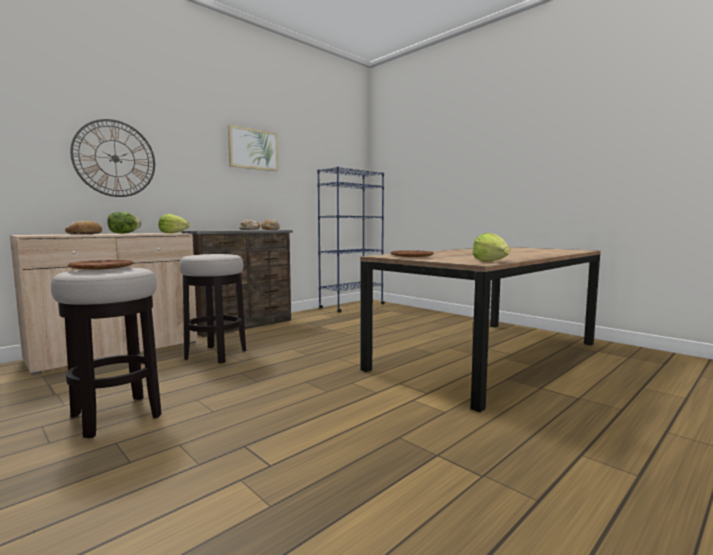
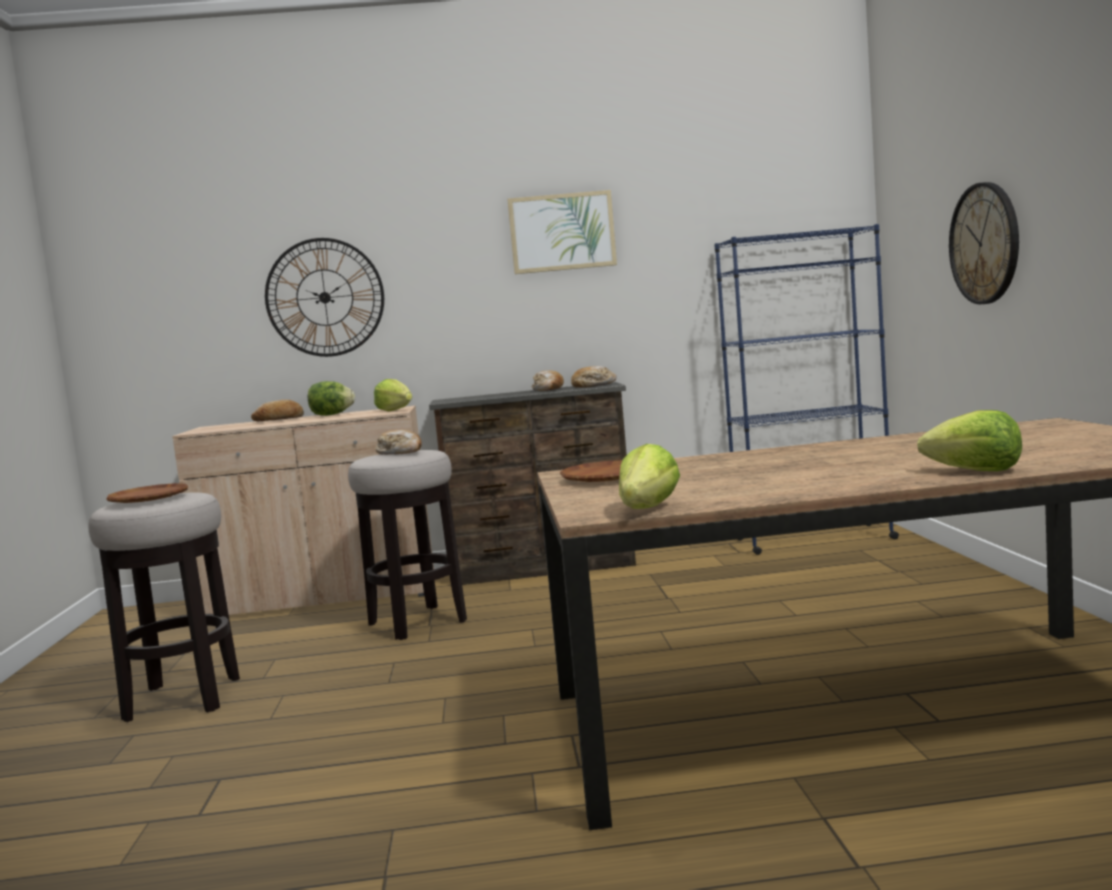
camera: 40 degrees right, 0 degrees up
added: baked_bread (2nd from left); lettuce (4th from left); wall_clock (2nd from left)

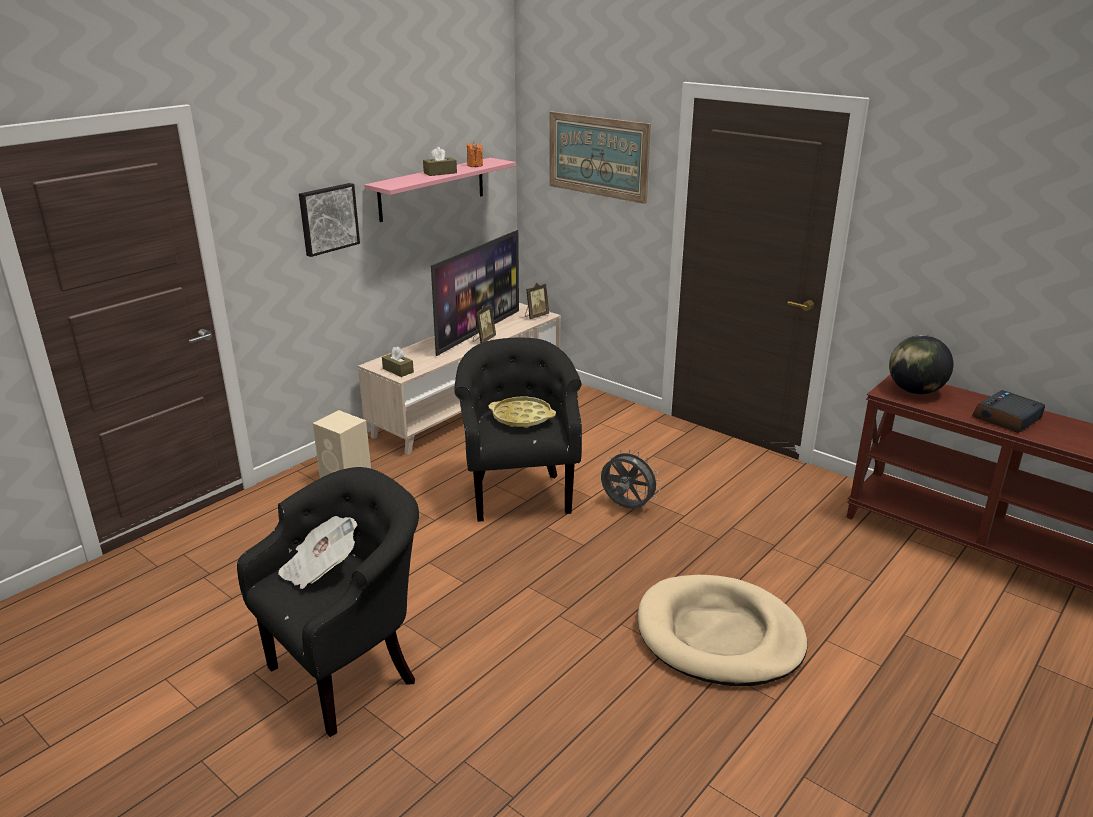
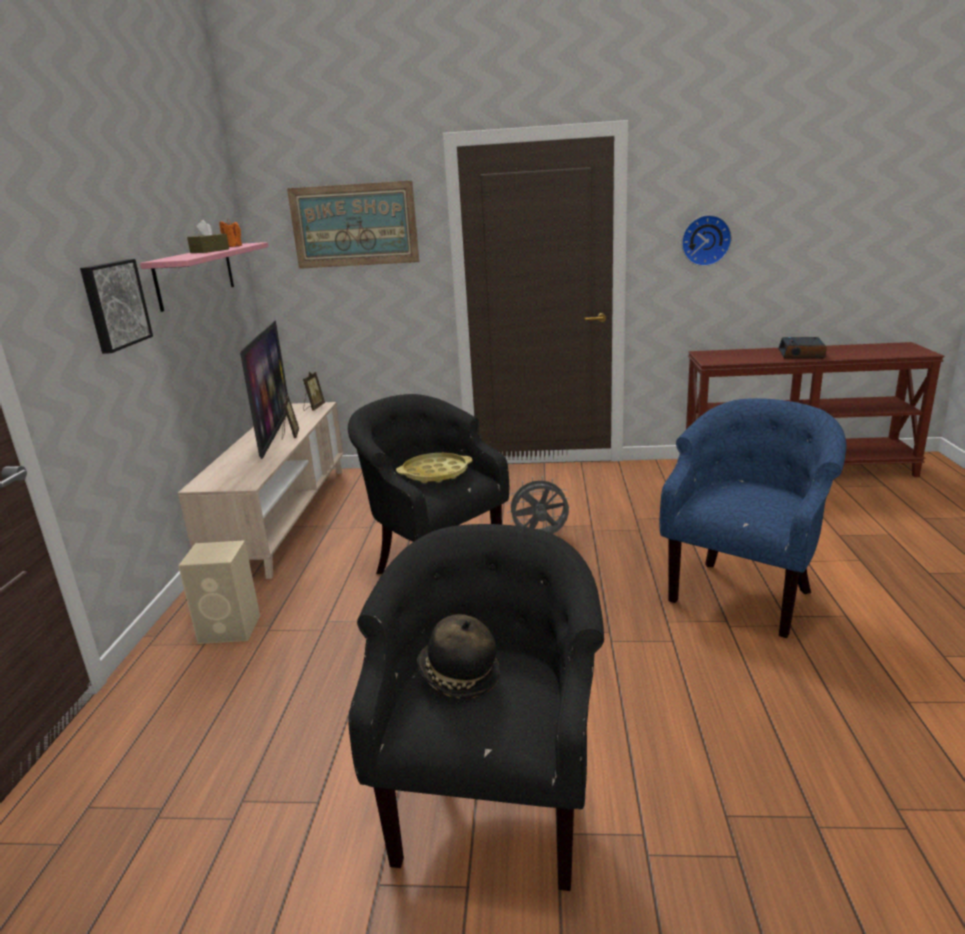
camera: 35 degrees left, 5 degrees down
removed: brown_box_of_tissues (1st from left); world_globe
added: wall_clock
replaced: printed_paper to clothing_hat; sand-coloured_pet_bed to blue_armchair

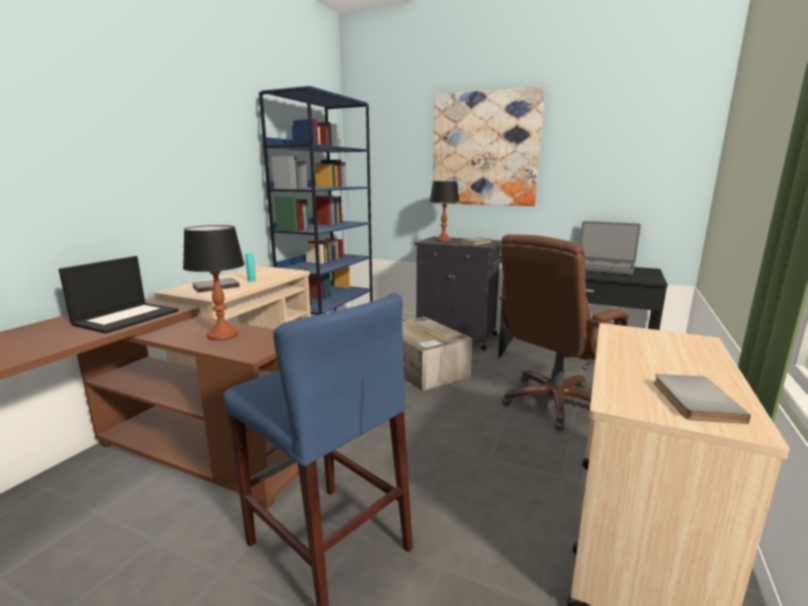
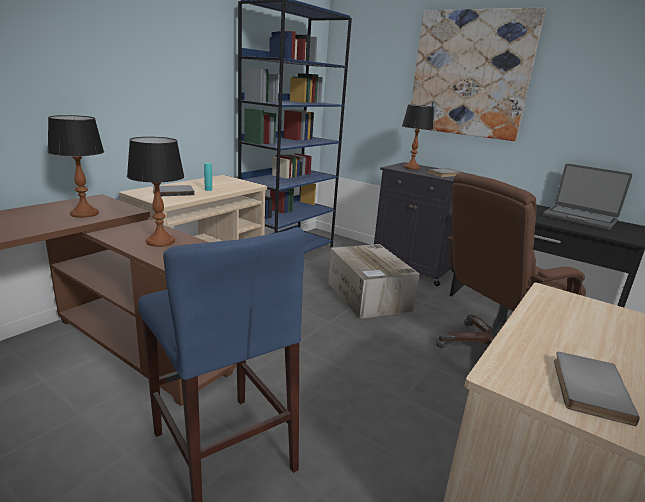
camera: 10 degrees right, 5 degrees up
replaced: notebook_computer (1st from left) to lamp_for_a_table (1st from left)

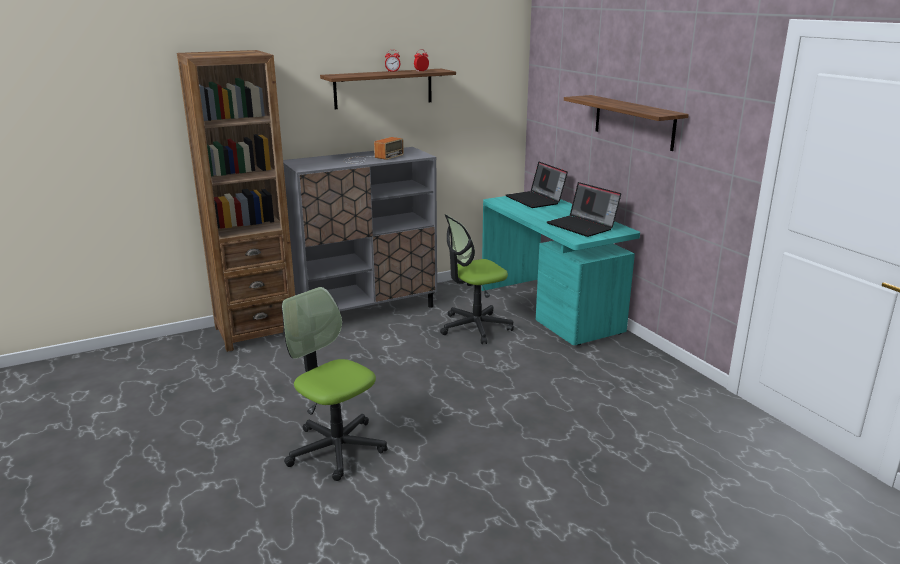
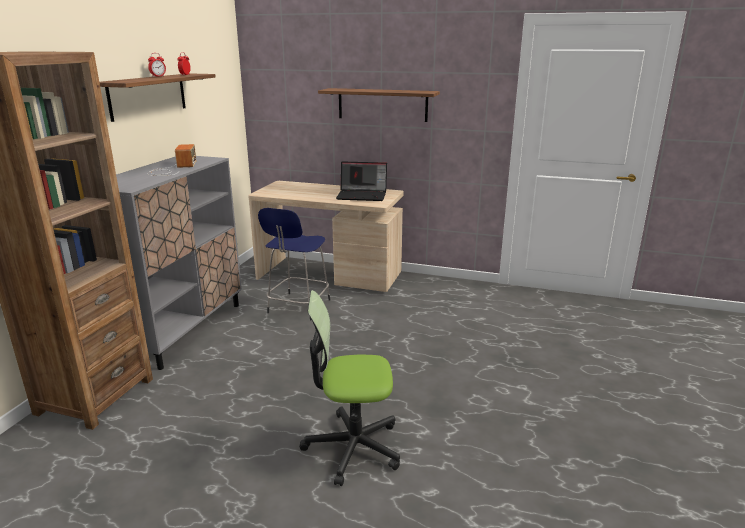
camera: 45 degrees left, 0 degrees up
removed: notebook_computer (1st from left)
replaced: computer_chair (2nd from left) to blue_stool
recoloured: turquoise-coloured_desk to sand-coloured_desk

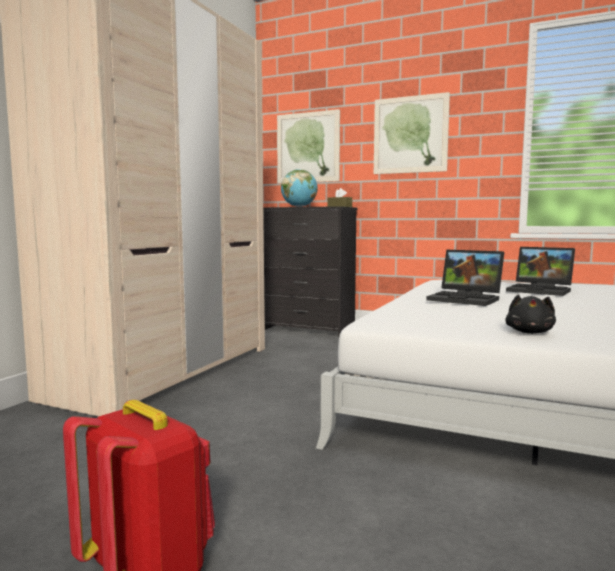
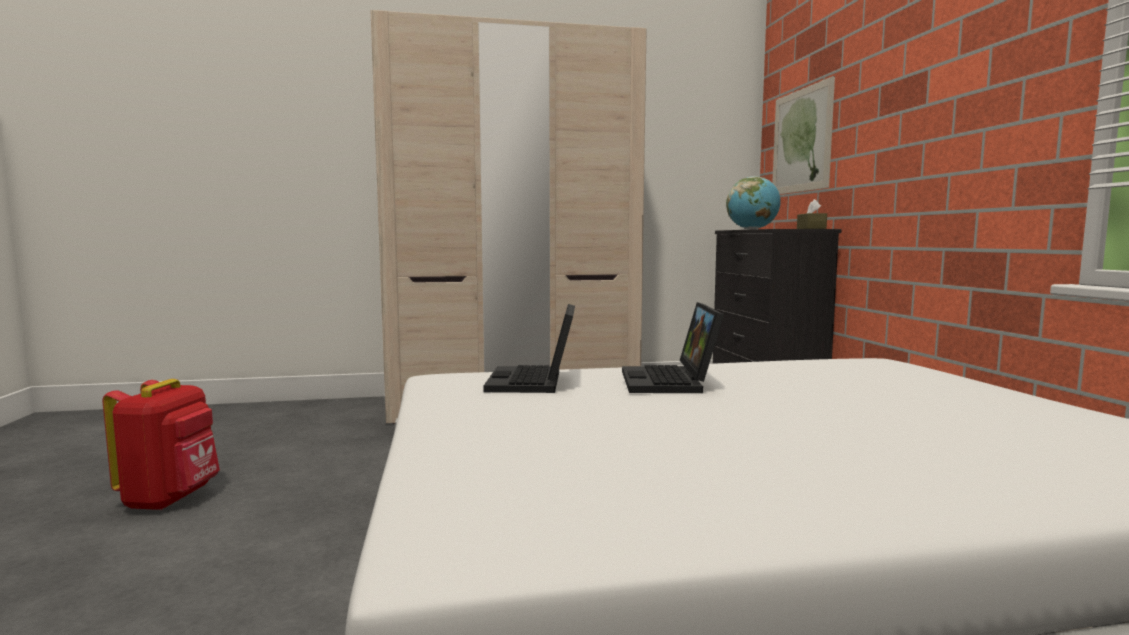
camera: 55 degrees right, 0 degrees up
removed: picture (2nd from left); black_cuddly_toy
moved: notebook_computer (2nd from left in the first image) to notebook_computer (1st from left)

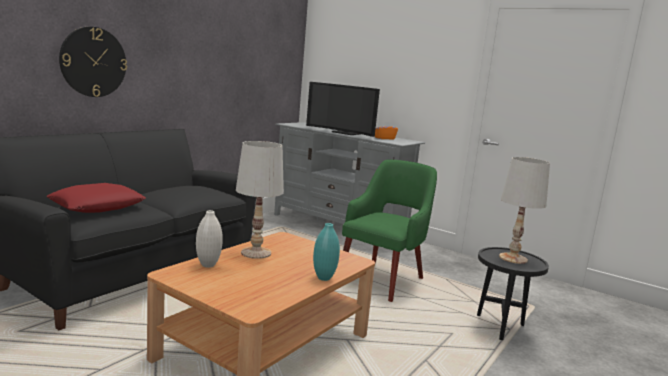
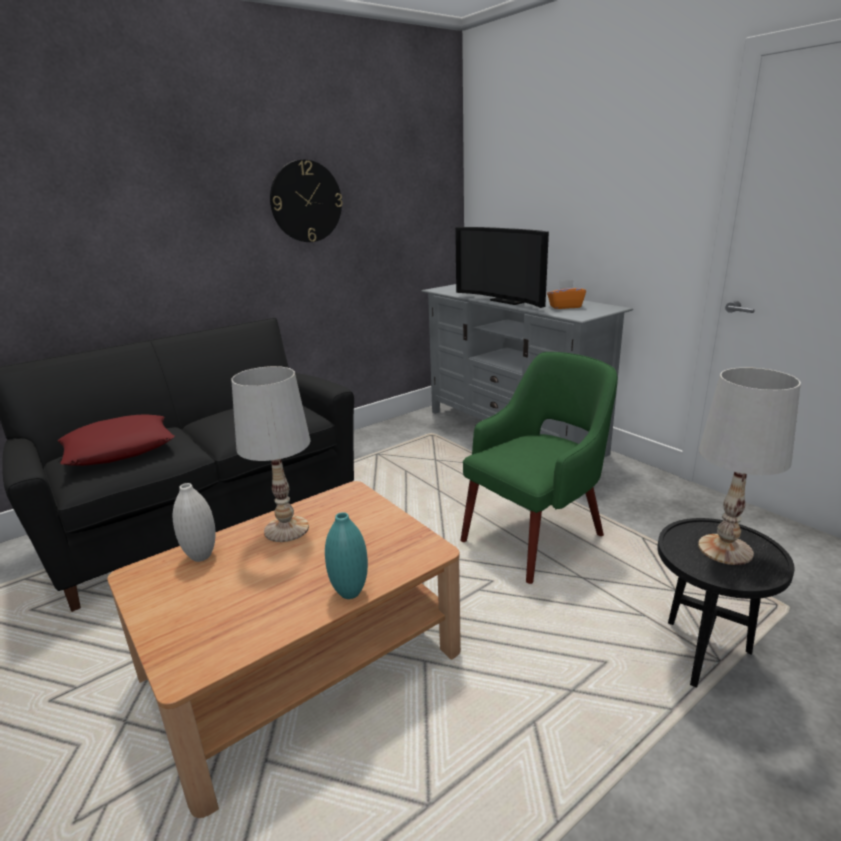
camera: 20 degrees right, 10 degrees up
moved: wall_clock

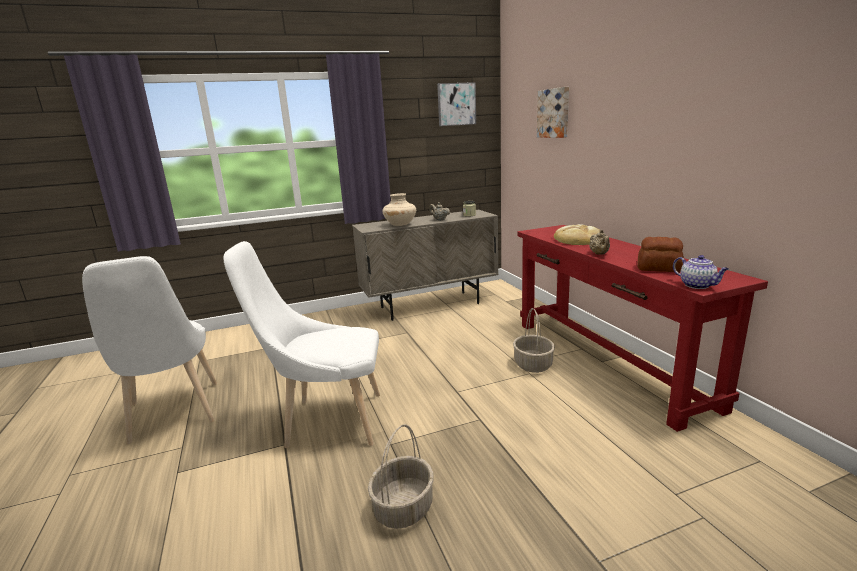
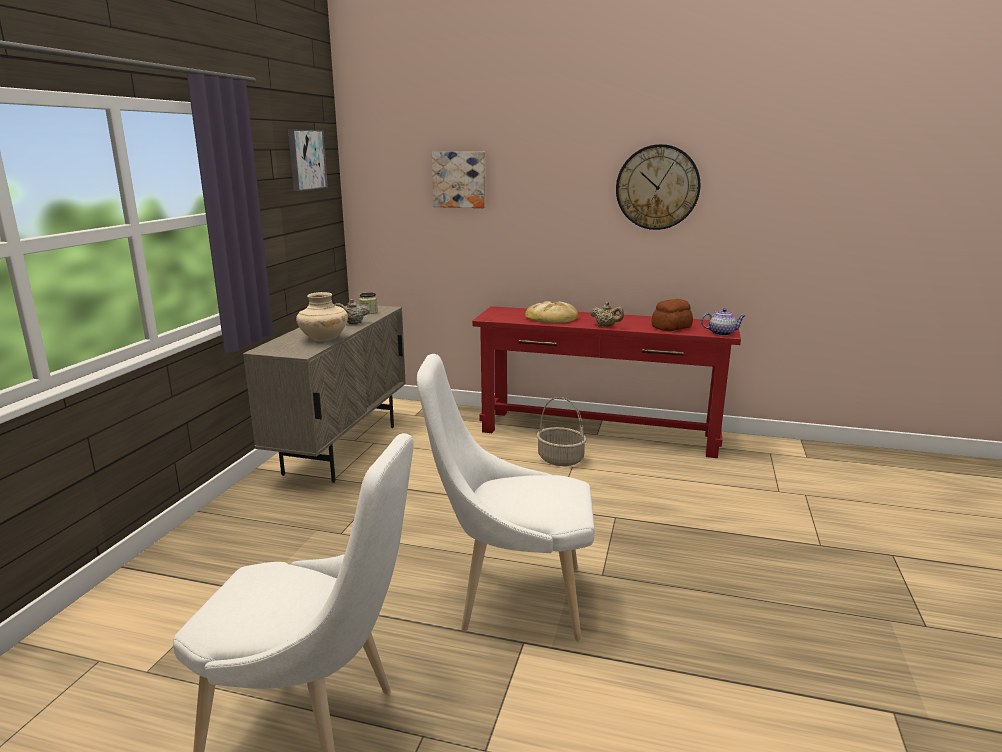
camera: 55 degrees left, 0 degrees up
removed: household_basket (1st from left)
added: wall_clock
turned: white-coloured_upright_chair (2nd from left) 60 degrees clockwise

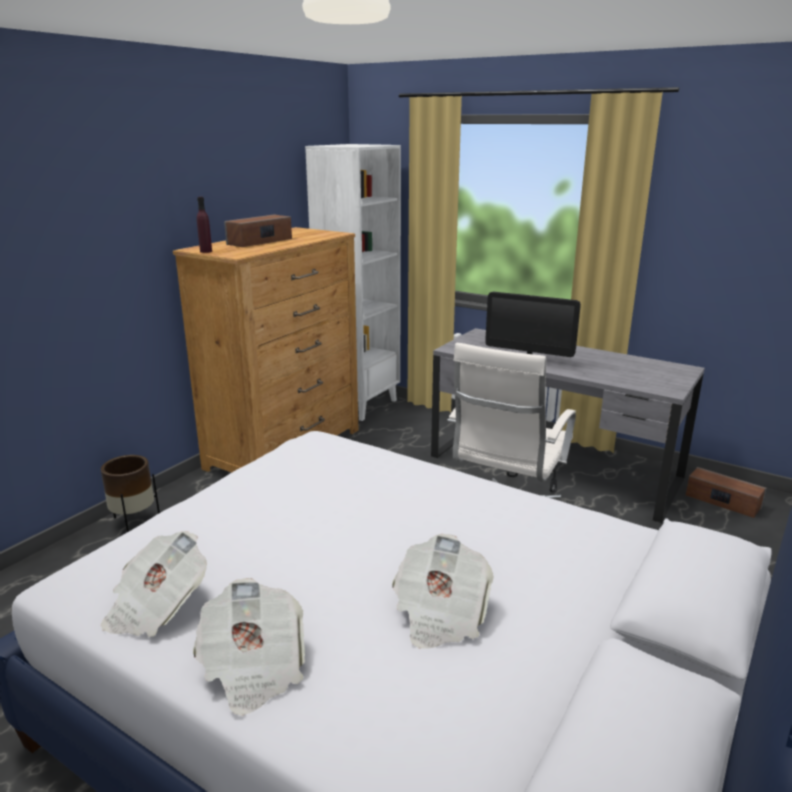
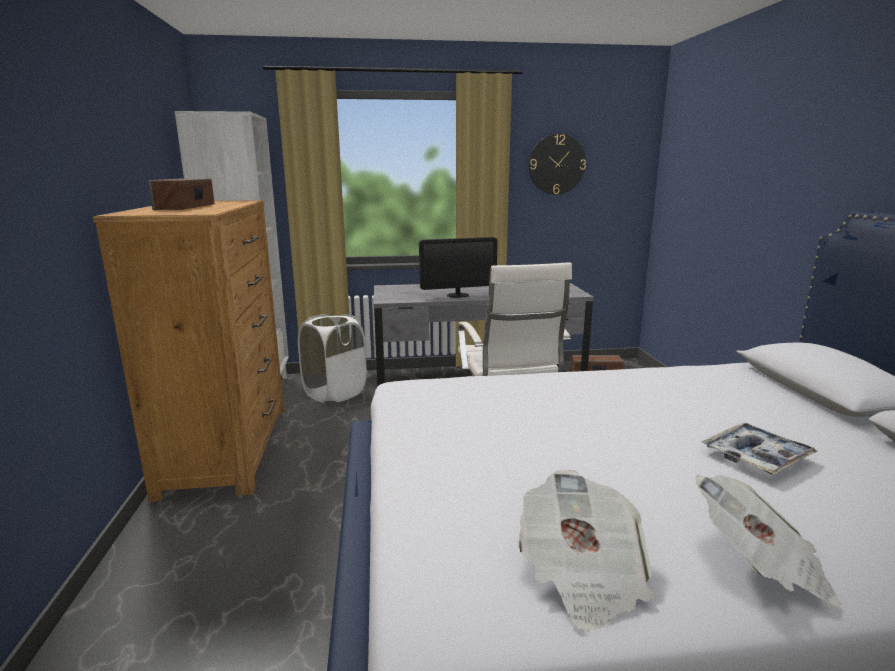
camera: 40 degrees left, 5 degrees down
removed: brown_planter; purple-coloured_beverage_bottle
added: white-coloured_washing_basket; wall_clock
replaced: printed_paper (3rd from left) to serving_tray

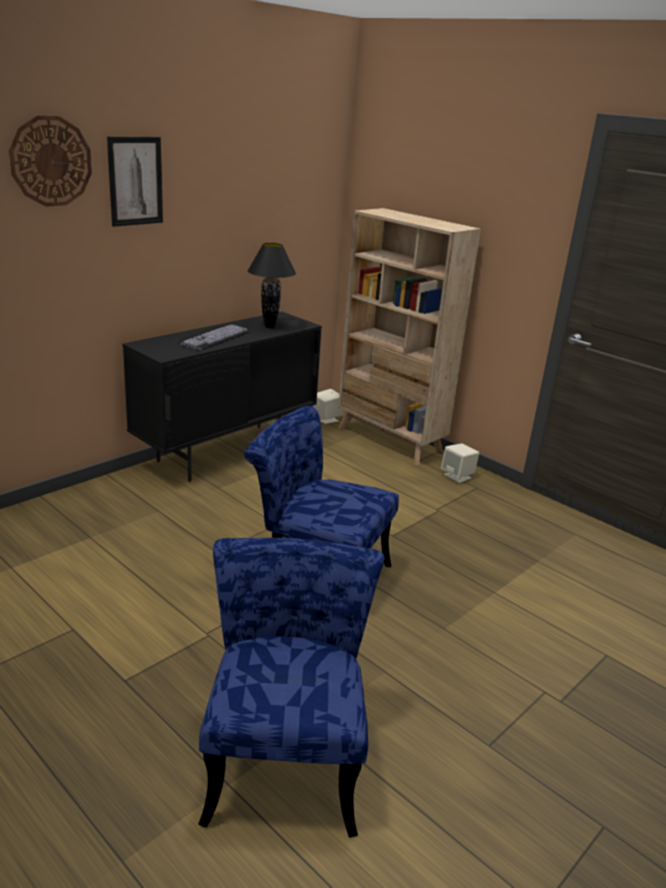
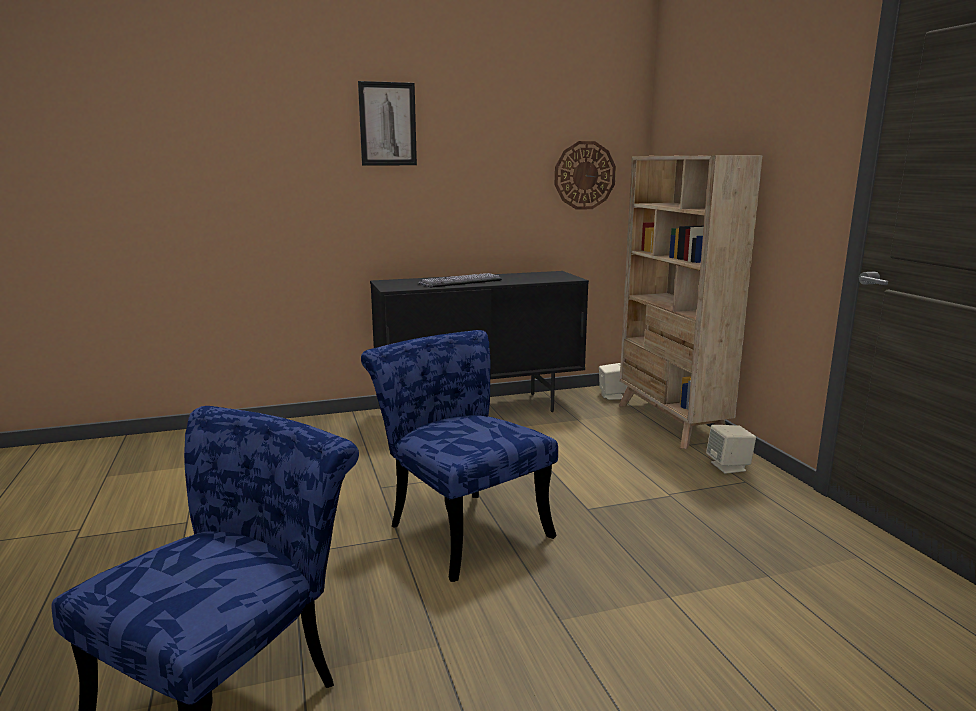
camera: 30 degrees right, 10 degrees down
removed: black_lamp_for_a_table
moved: wall_clock

